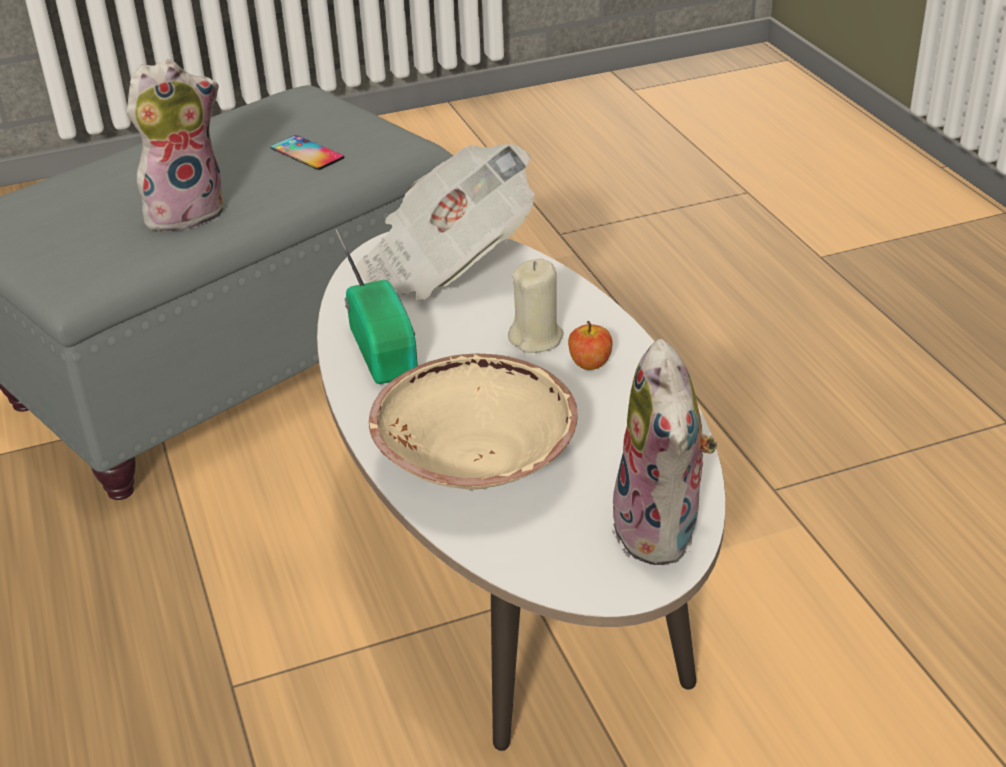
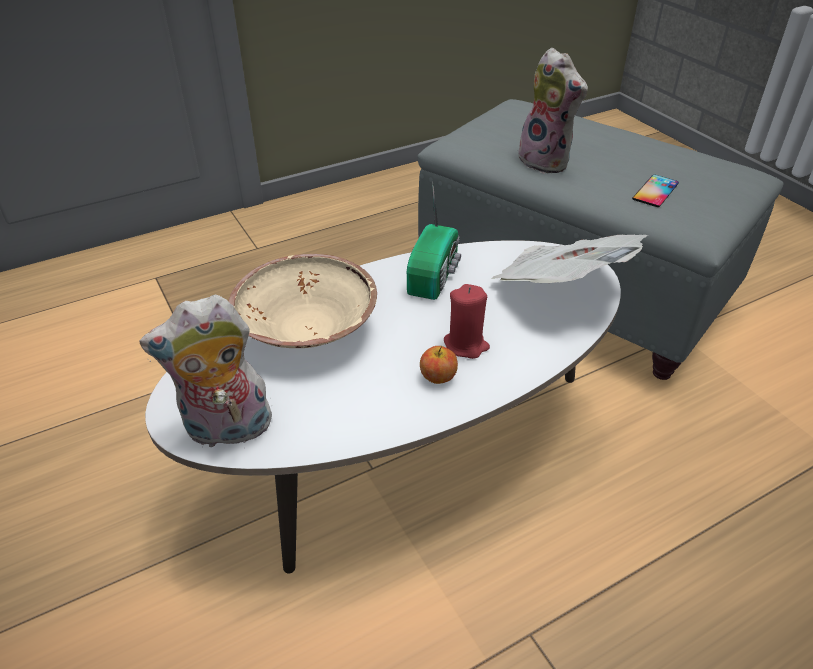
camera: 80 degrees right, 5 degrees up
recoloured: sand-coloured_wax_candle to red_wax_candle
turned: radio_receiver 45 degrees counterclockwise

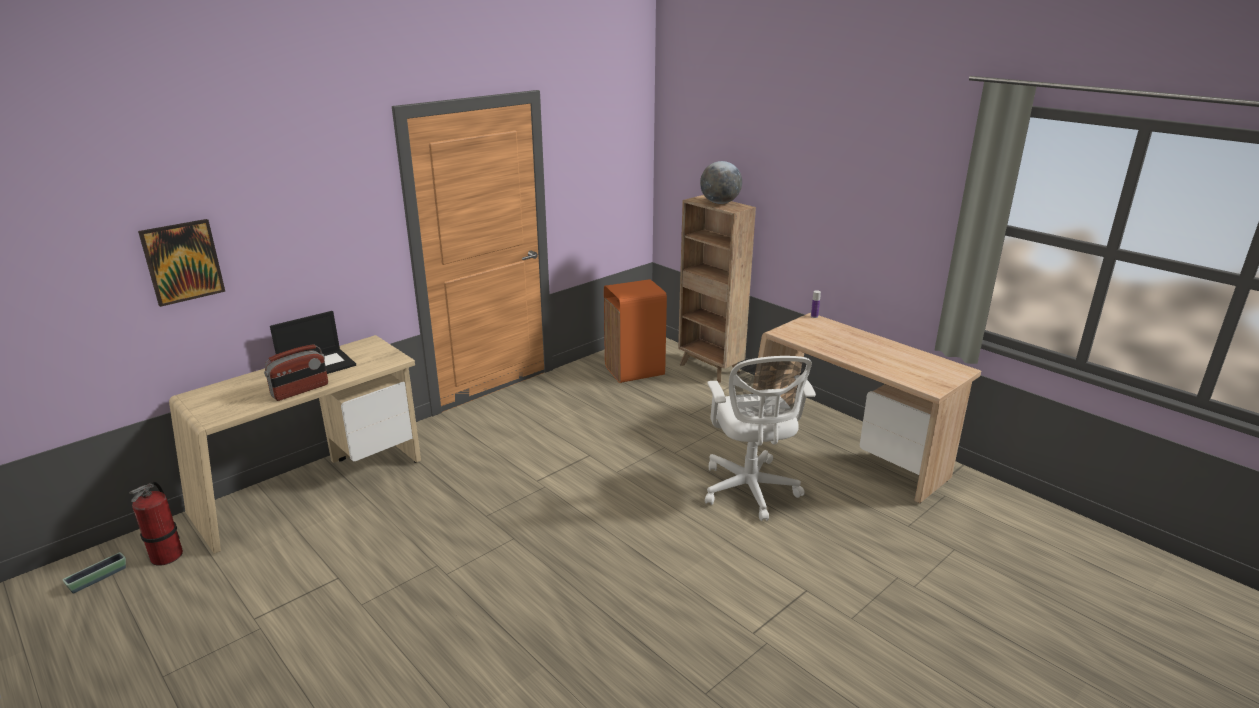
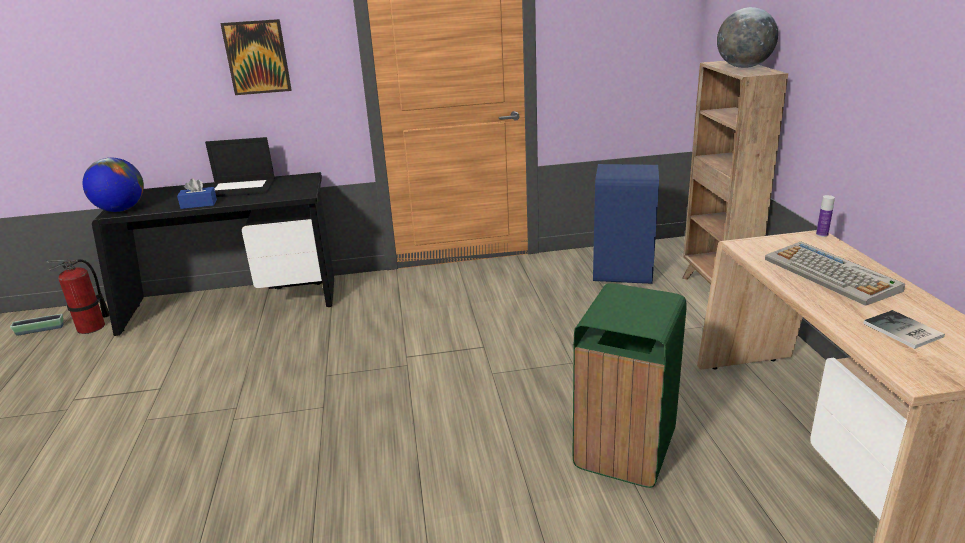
camera: 35 degrees right, 0 degrees up
added: world_globe (1st from left); keyboard; book
moved: picture
replaced: radio_receiver to blue_box_of_tissues; white-coloured_computer_chair to green-coloured_trash_can
recoloured: sand-coloured_desk (1st from left) to black_desk; orange-coloured_trash_can to blue_trash_can

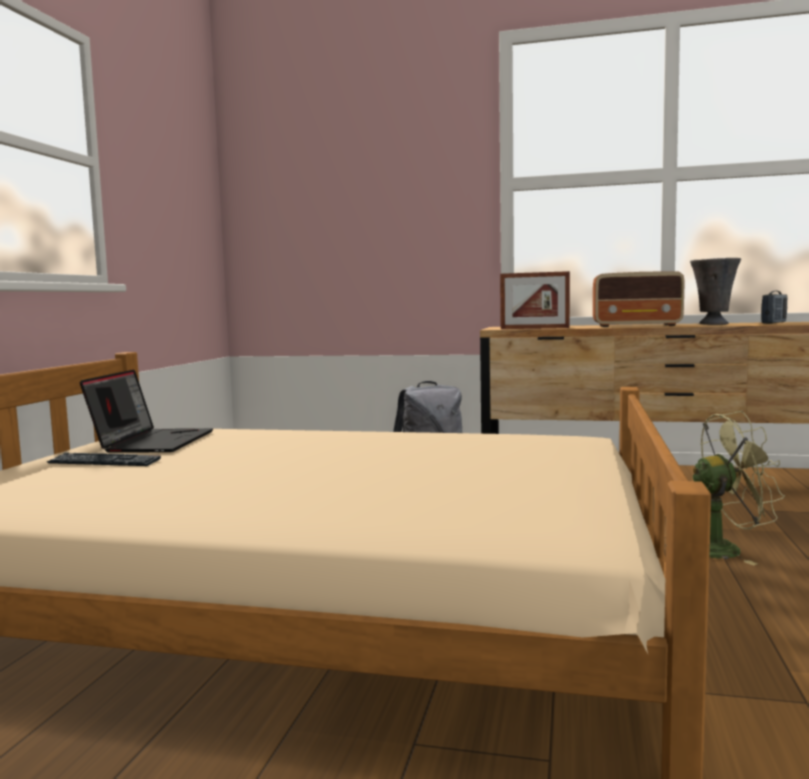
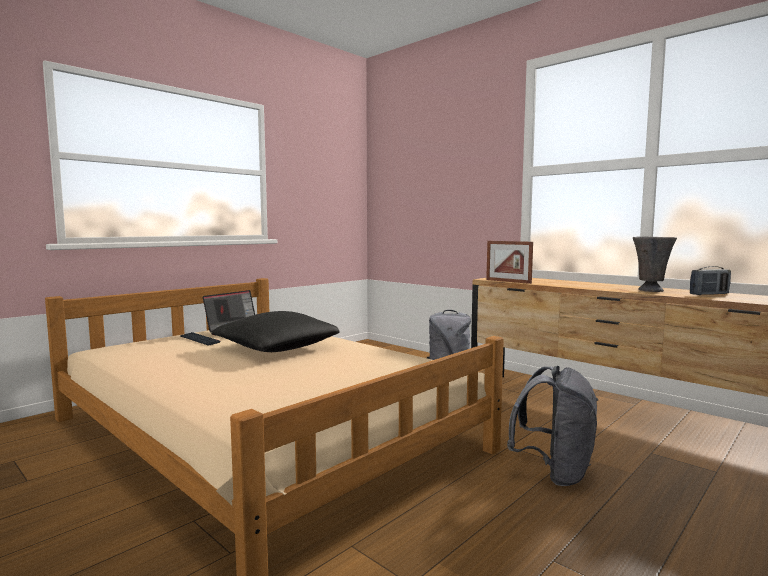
camera: 30 degrees right, 0 degrees up
removed: radio_receiver (1st from left)
added: black_throw_pillow
replaced: green-coloured_fan to greyish_backpack (2nd from left)

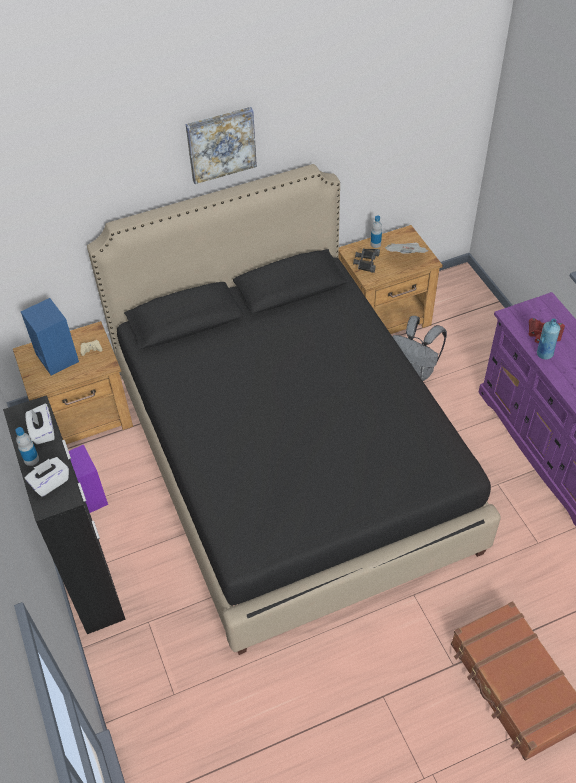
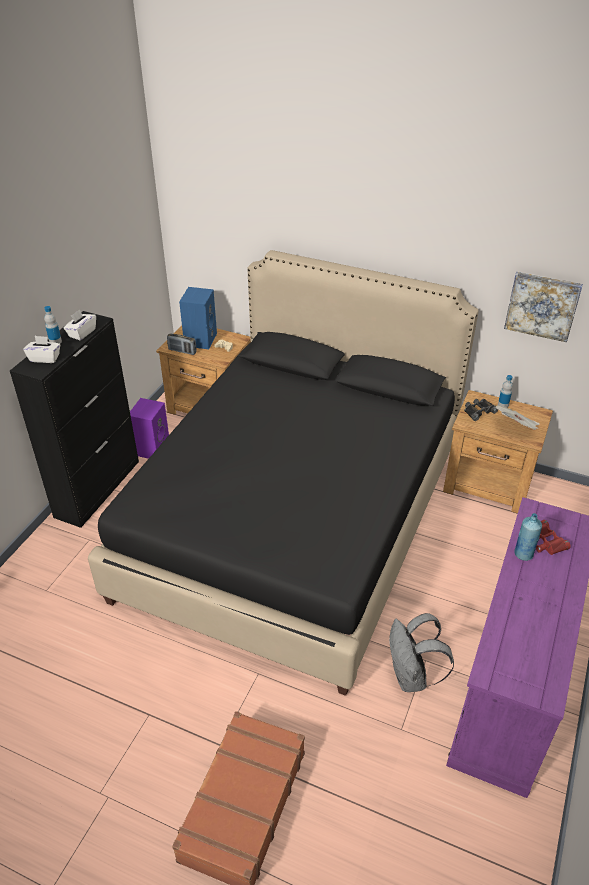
camera: 45 degrees right, 10 degrees down
added: radio_receiver
moved: picture; greyish_backpack

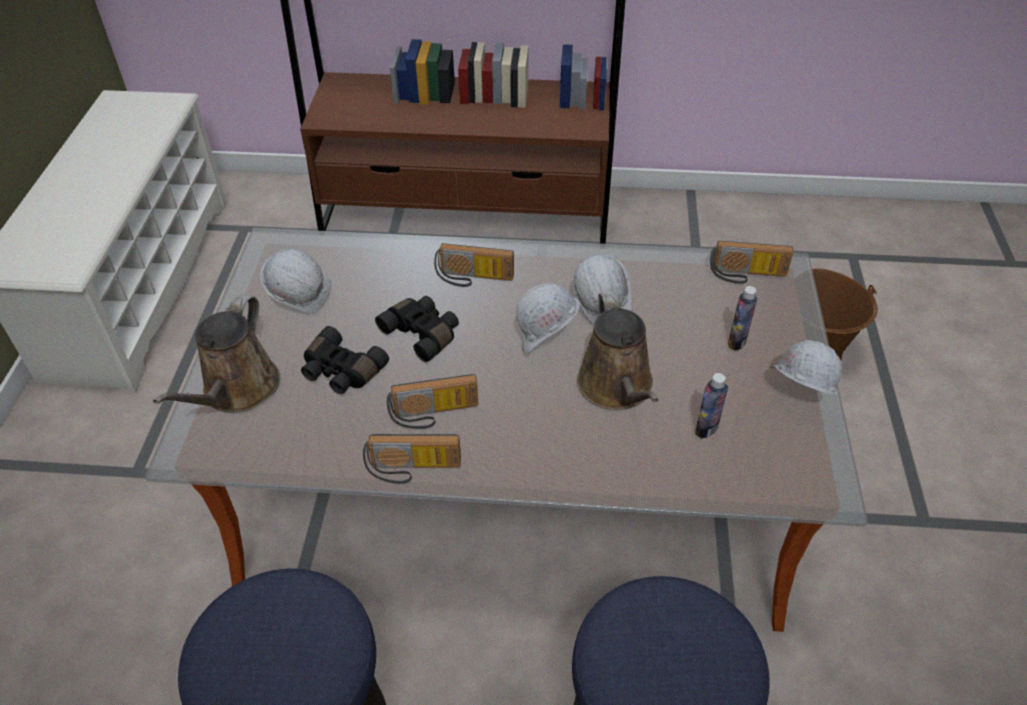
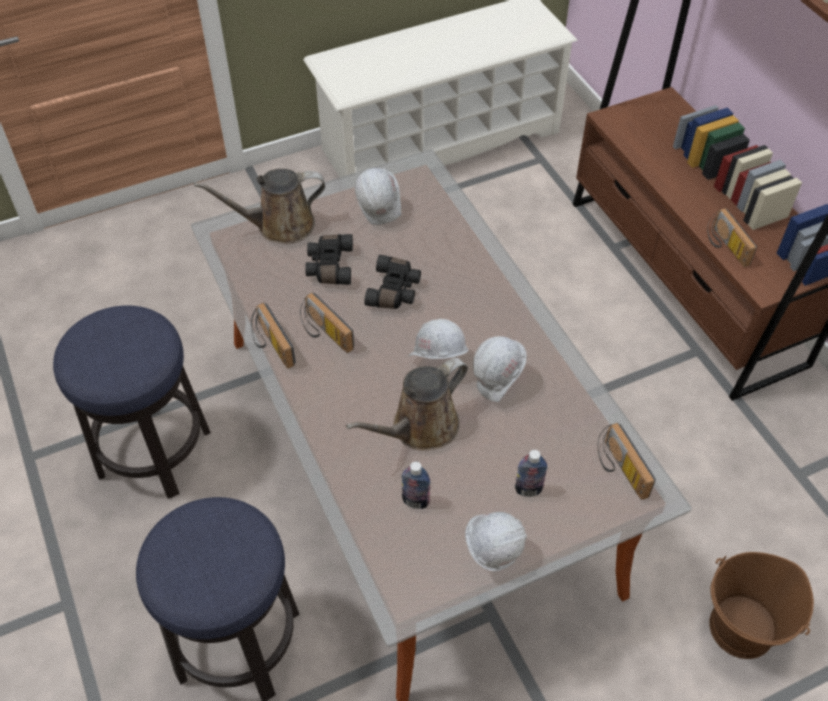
camera: 60 degrees right, 5 degrees up
moved: radio_receiver (3rd from left in the first image) to radio_receiver (4th from left)

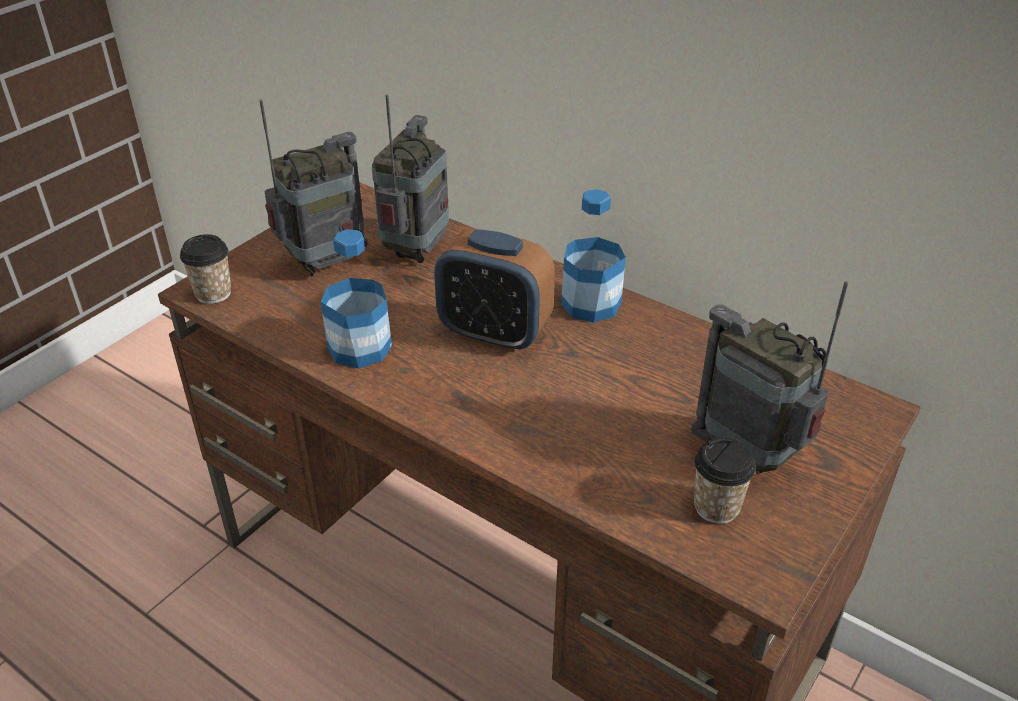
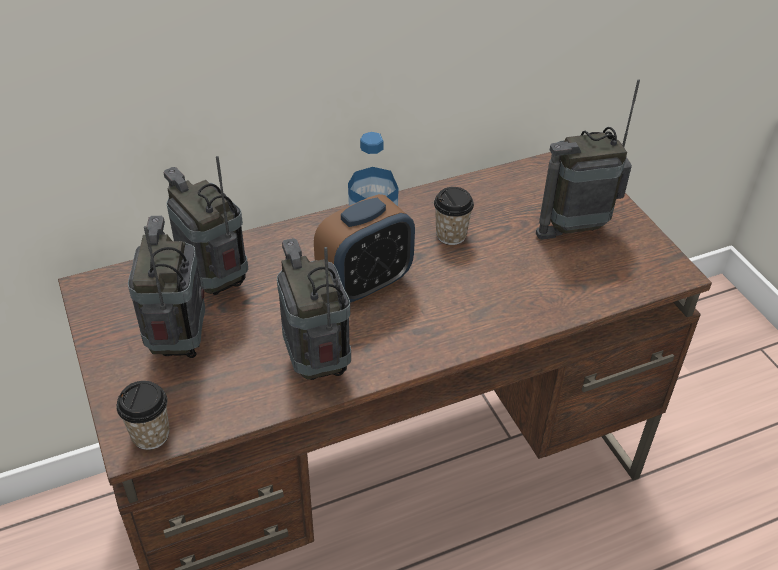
camera: 60 degrees left, 5 degrees up
moved: cup (2nd from left)
replaced: beverage_bottle (1st from left) to radio_receiver (3rd from left)

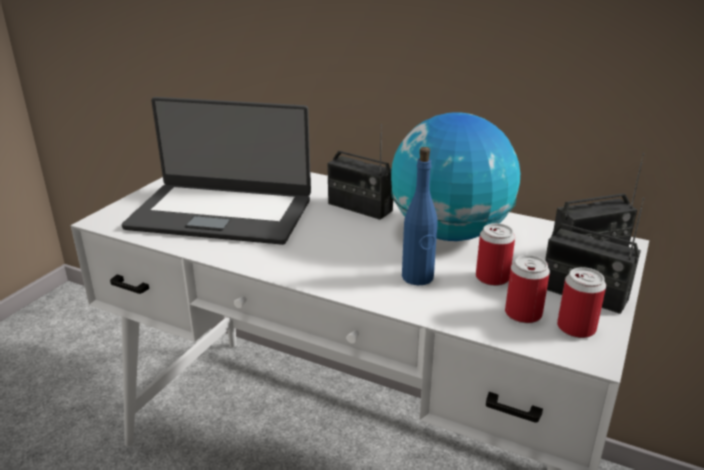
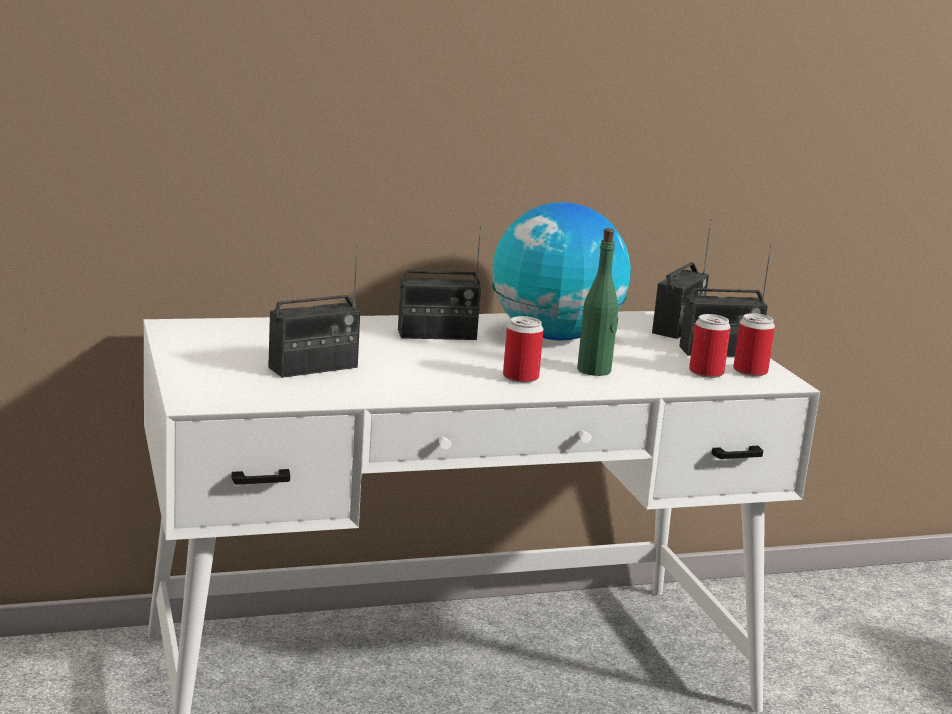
camera: 45 degrees left, 10 degrees down
moved: can (1st from left)
replaced: notebook_computer to radio_receiver (1st from left)
recoloured: blue_beverage_bottle to green-coloured_beverage_bottle

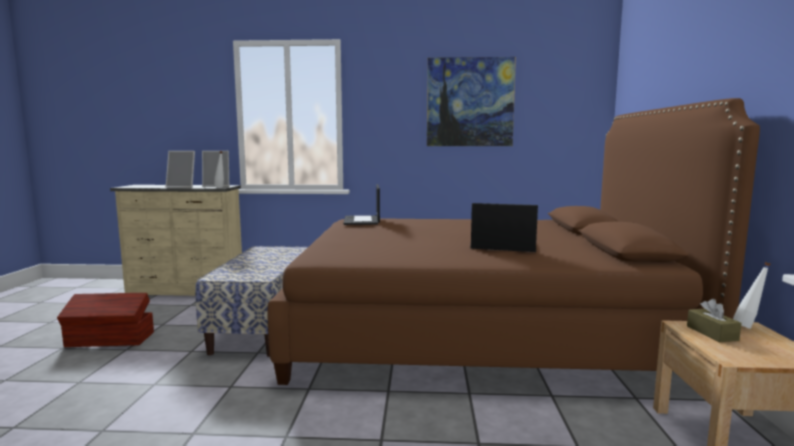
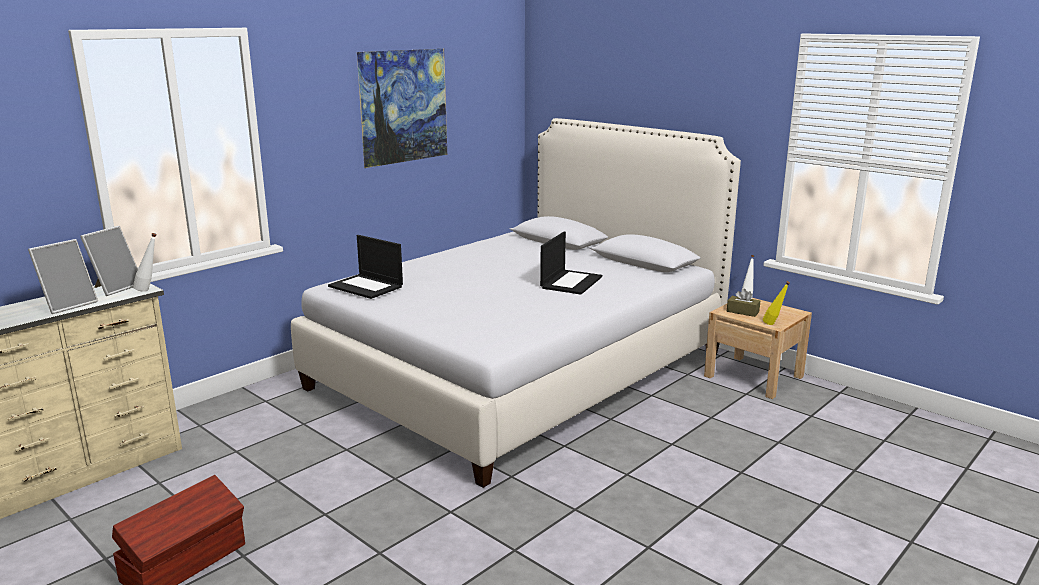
camera: 50 degrees left, 10 degrees up
removed: indoor_bench
added: yellow-coloured_beverage_bottle
recoloured: brown_sleeping_bed to white-coloured_sleeping_bed
turned: notebook_computer (2nd from left) 150 degrees clockwise

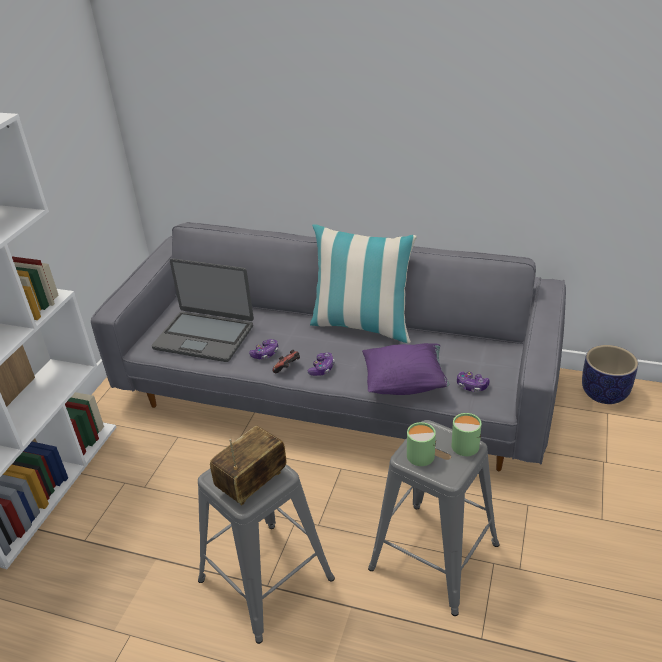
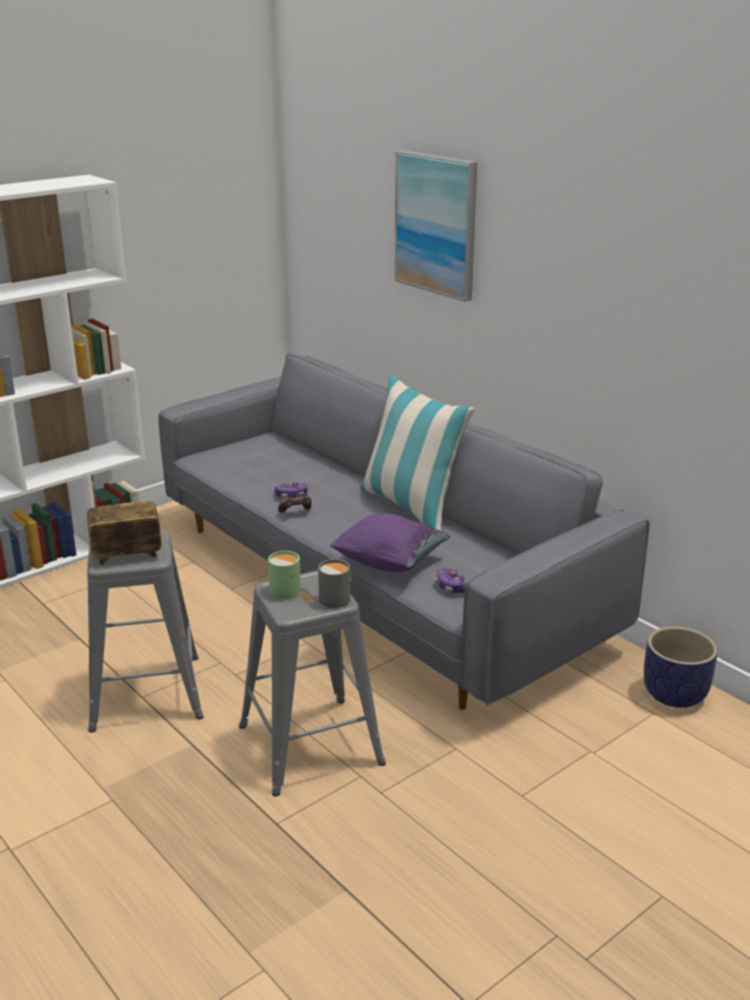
camera: 30 degrees right, 10 degrees down
removed: notebook_computer; joypad (3rd from left)
added: picture
recoloured: green-coloured_coffee_mug (2nd from left) to greyish_coffee_mug

